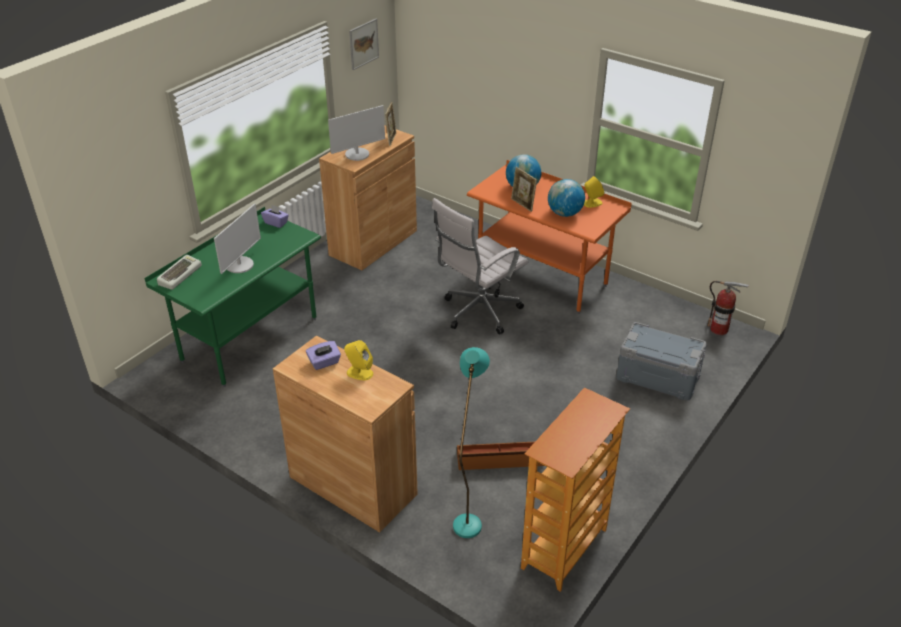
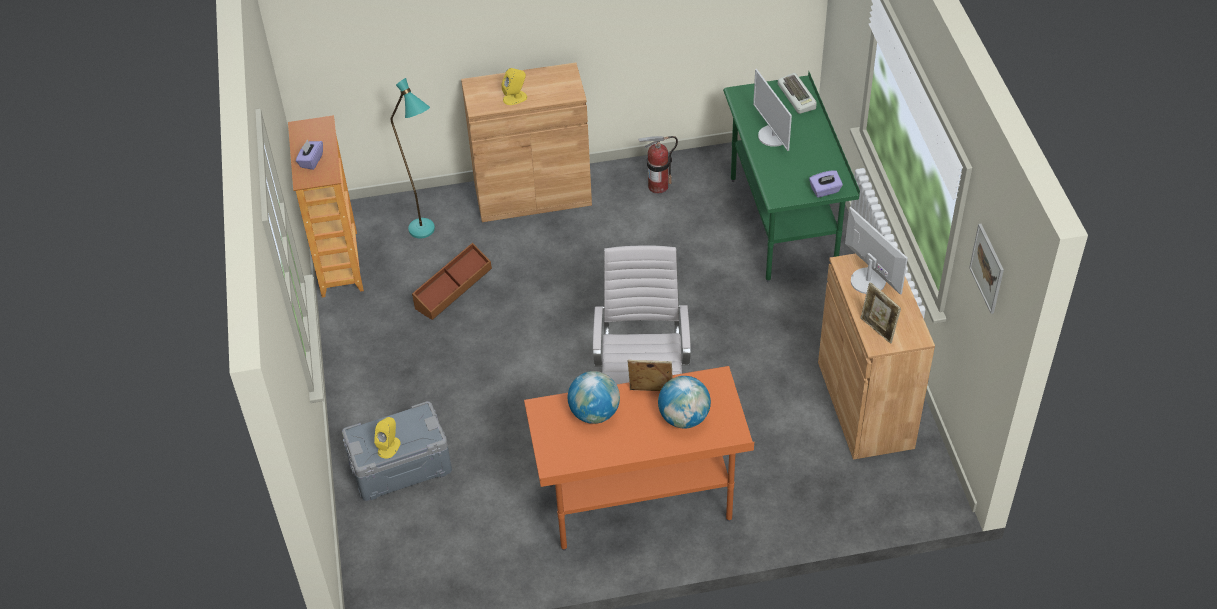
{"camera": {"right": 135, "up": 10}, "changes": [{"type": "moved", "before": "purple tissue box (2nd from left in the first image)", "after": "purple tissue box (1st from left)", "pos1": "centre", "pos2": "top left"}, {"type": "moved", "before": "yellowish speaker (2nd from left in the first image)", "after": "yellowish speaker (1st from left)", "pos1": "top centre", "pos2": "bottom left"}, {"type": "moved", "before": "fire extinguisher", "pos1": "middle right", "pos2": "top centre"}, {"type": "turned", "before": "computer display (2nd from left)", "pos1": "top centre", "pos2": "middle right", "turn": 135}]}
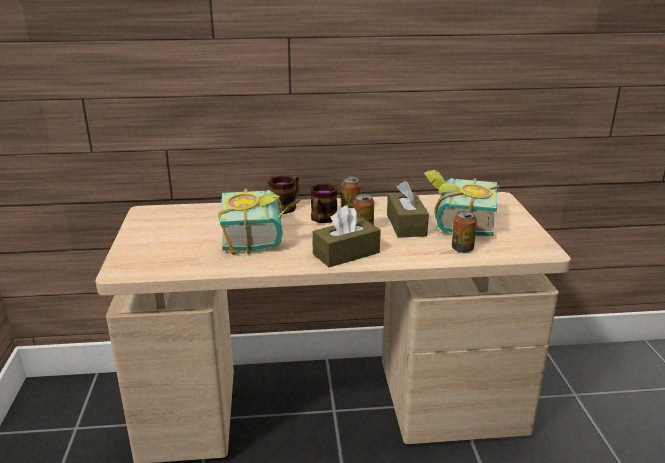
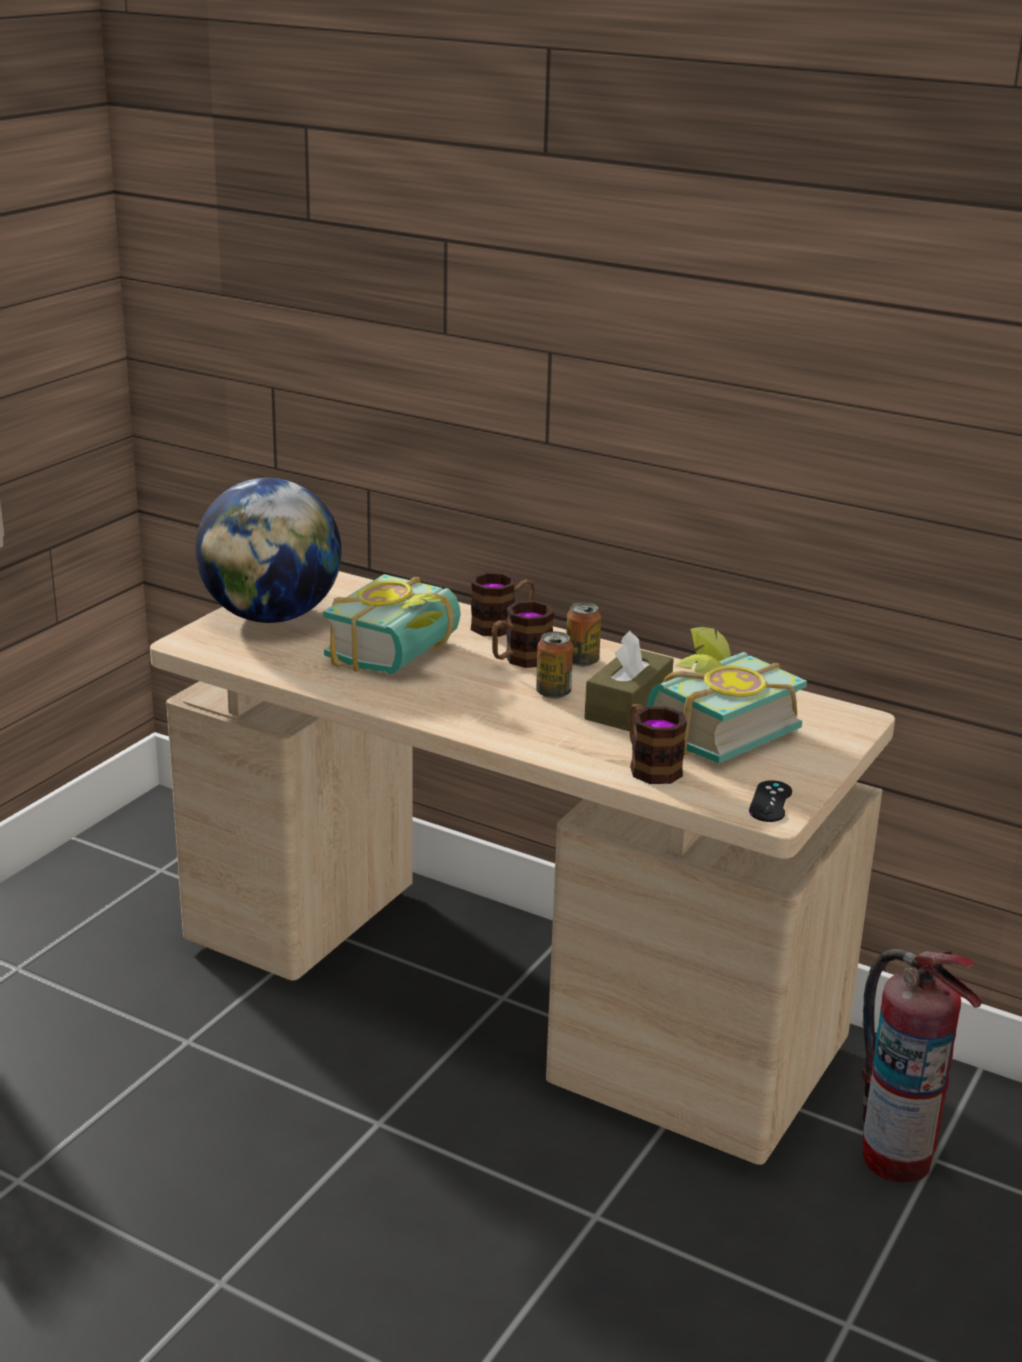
{"camera": {"right": 35, "up": 0}, "changes": [{"type": "removed", "before": "brownish tissue box (1st from left)", "pos1": "centre"}, {"type": "added", "after": "world globe", "pos2": "middle left"}, {"type": "added", "after": "blackish game controller", "pos2": "middle right"}, {"type": "added", "after": "fire extinguisher", "pos2": "bottom right"}, {"type": "replaced", "before": "can (3rd from left)", "after": "tea mug (3rd from left)", "pos1": "middle right", "pos2": "centre"}]}
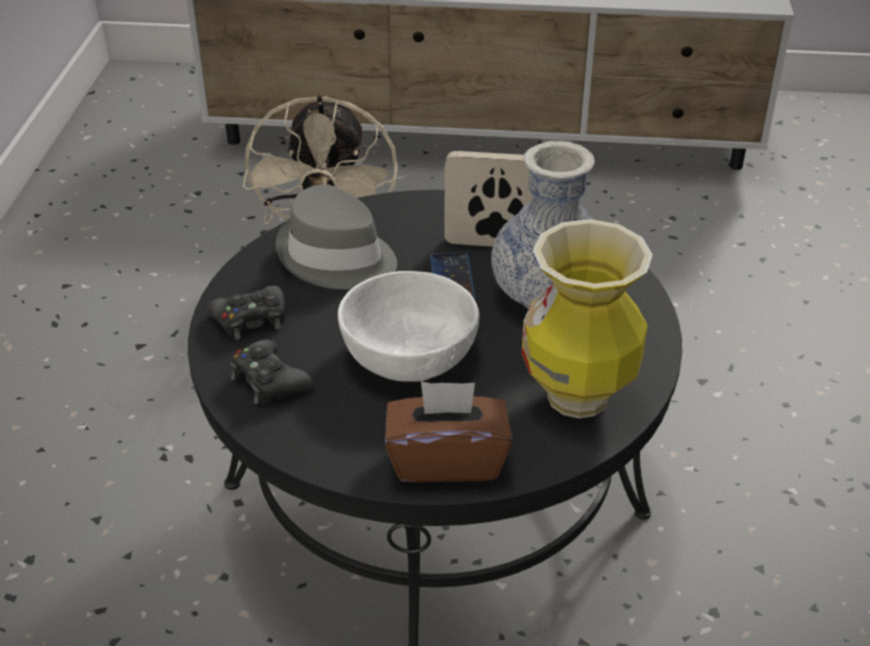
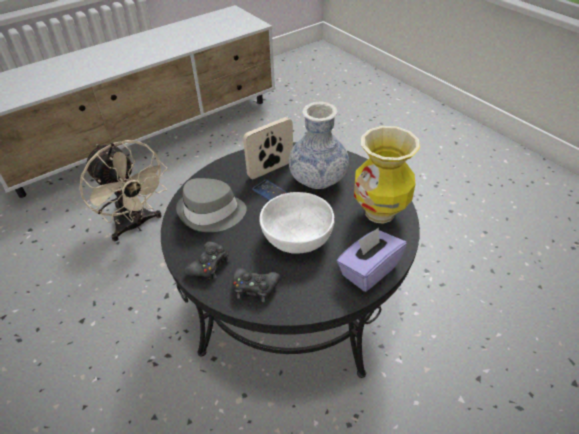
{"camera": {"right": -40, "up": 5}, "changes": [{"type": "recoloured", "before": "brownish tissue box", "after": "purple tissue box", "pos1": "bottom centre", "pos2": "centre"}]}
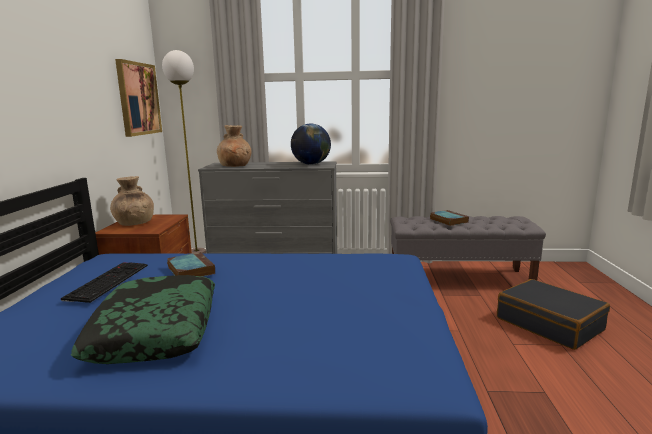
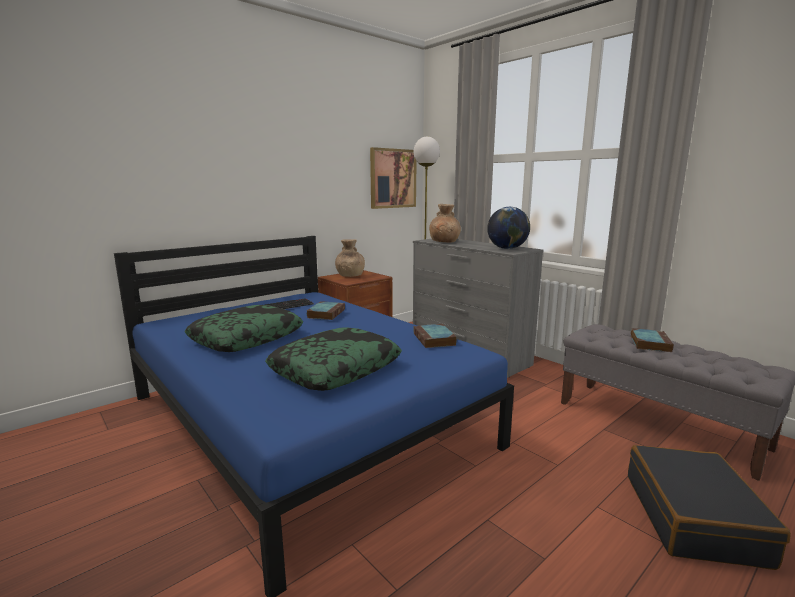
{"camera": {"right": 45, "up": 0}, "changes": [{"type": "added", "after": "pillow (2nd from left)", "pos2": "centre"}, {"type": "added", "after": "book (2nd from left)", "pos2": "centre"}]}
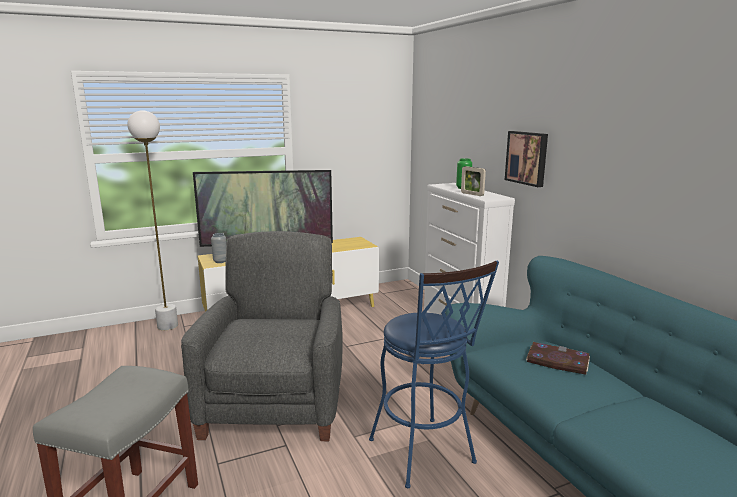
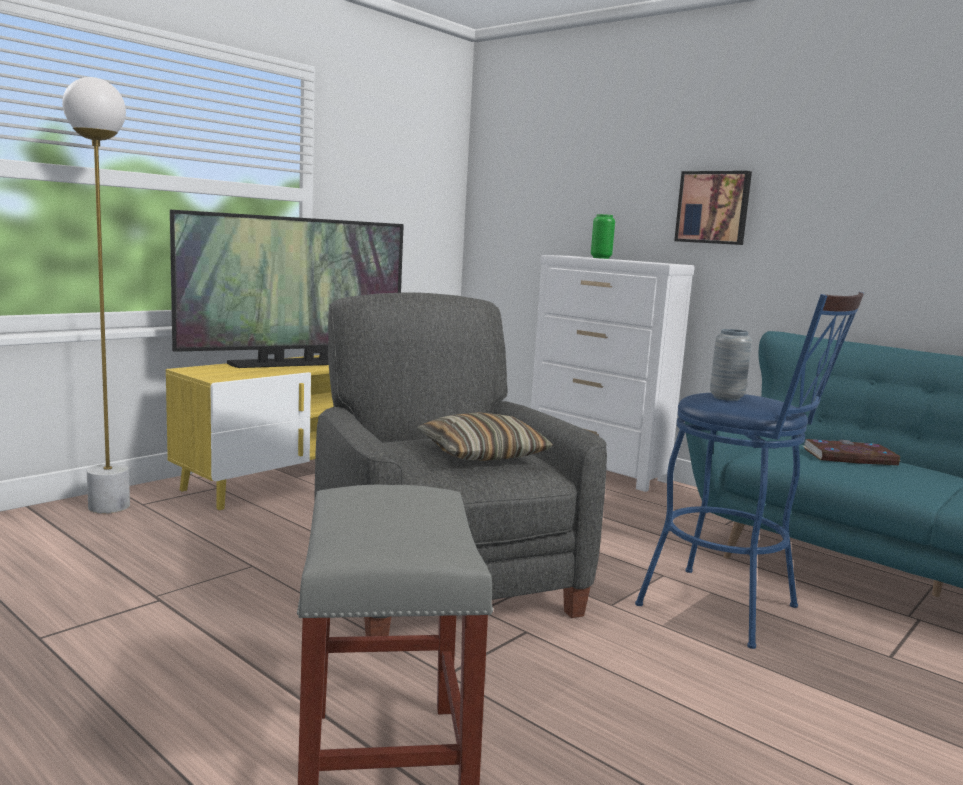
{"camera": {"right": -25, "up": -5}, "changes": [{"type": "removed", "before": "standing frame", "pos1": "centre"}, {"type": "added", "after": "pillow", "pos2": "centre"}, {"type": "moved", "before": "grey flower vase", "pos1": "middle left", "pos2": "middle right"}]}
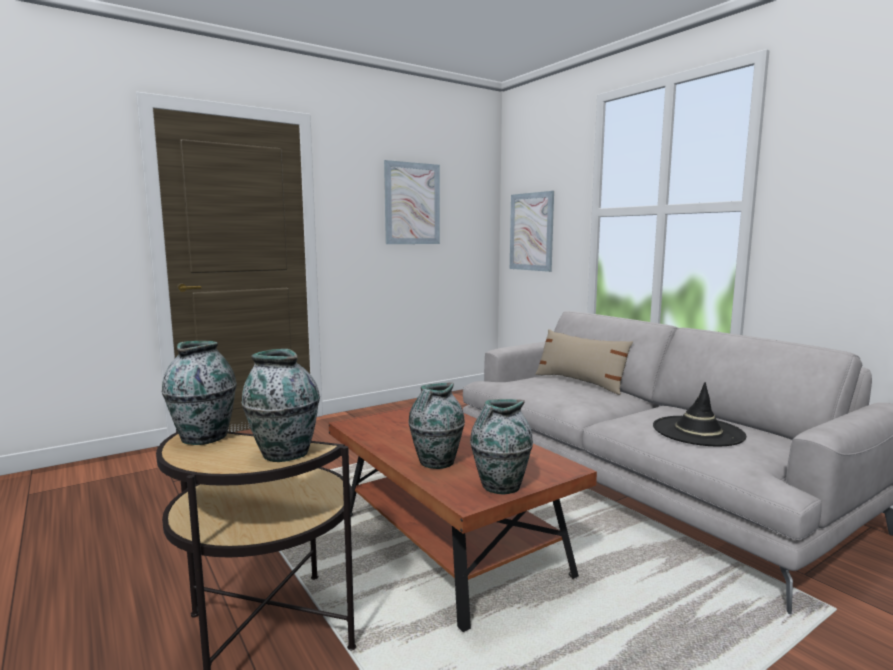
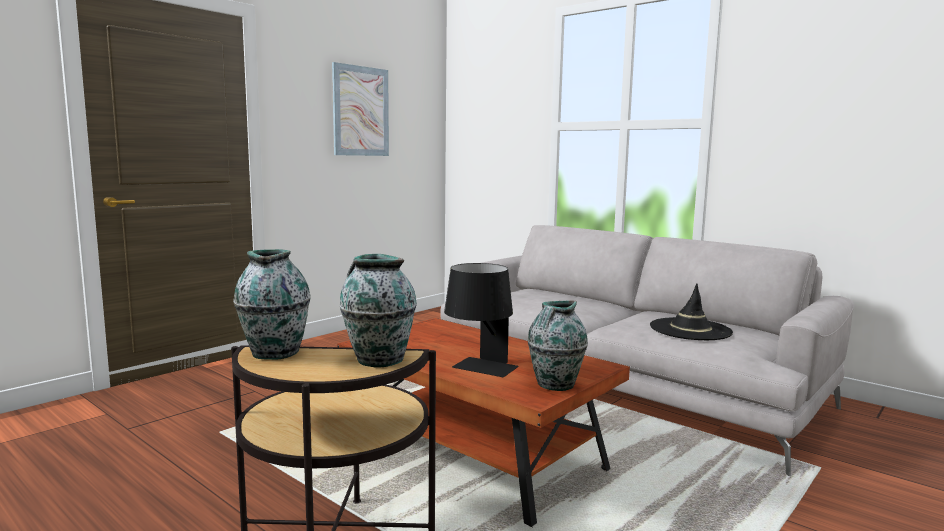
{"camera": {"right": -15, "up": 0}, "changes": [{"type": "removed", "before": "wall art (2nd from left)", "pos1": "centre"}, {"type": "removed", "before": "beige-coloured pillow", "pos1": "centre"}, {"type": "replaced", "before": "flower vase (3rd from left)", "after": "blackish table lamp", "pos1": "centre", "pos2": "centre"}]}
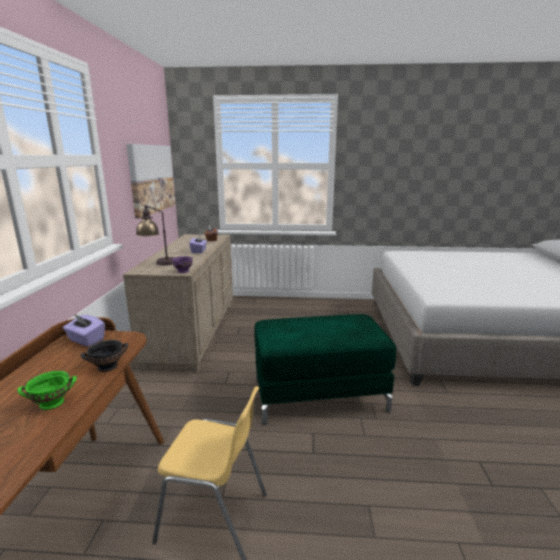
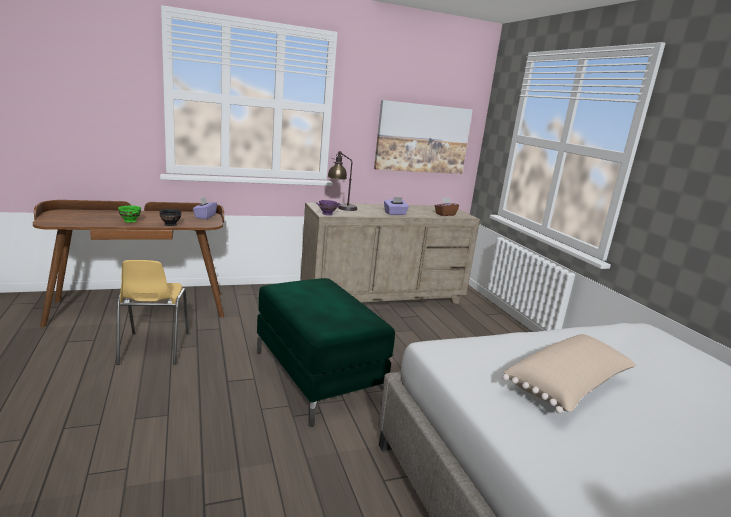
{"camera": {"right": 65, "up": 0}, "changes": [{"type": "added", "after": "beige-coloured pillow", "pos2": "bottom right"}]}
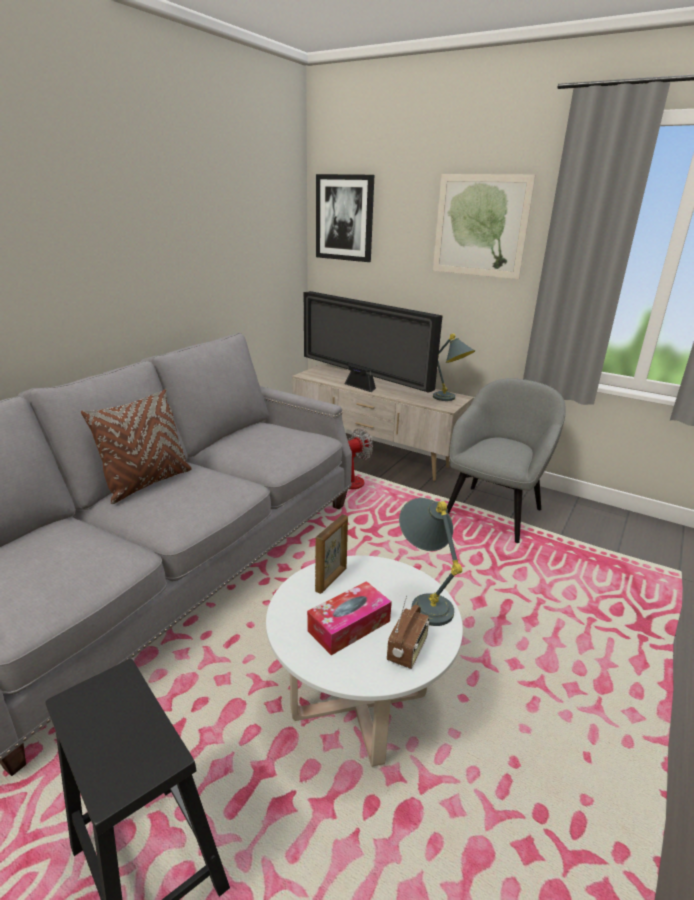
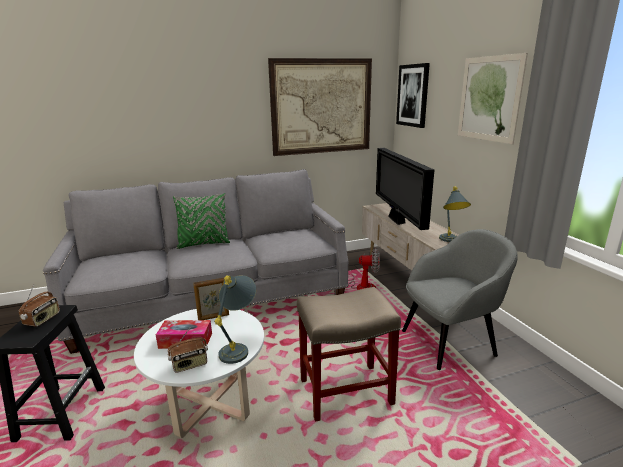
{"camera": {"right": 40, "up": -5}, "changes": [{"type": "added", "after": "radio (1st from left)", "pos2": "middle left"}, {"type": "added", "after": "wall art (1st from left)", "pos2": "top centre"}, {"type": "added", "after": "beige-coloured stool seat", "pos2": "bottom centre"}, {"type": "recoloured", "before": "brownish pillow", "after": "green pillow", "pos1": "middle left", "pos2": "middle left"}]}
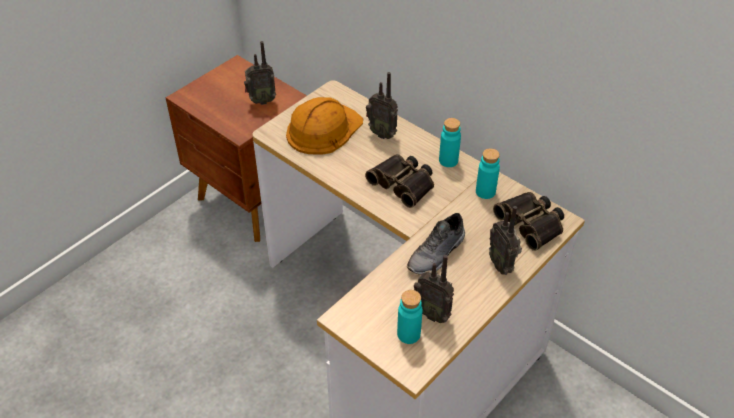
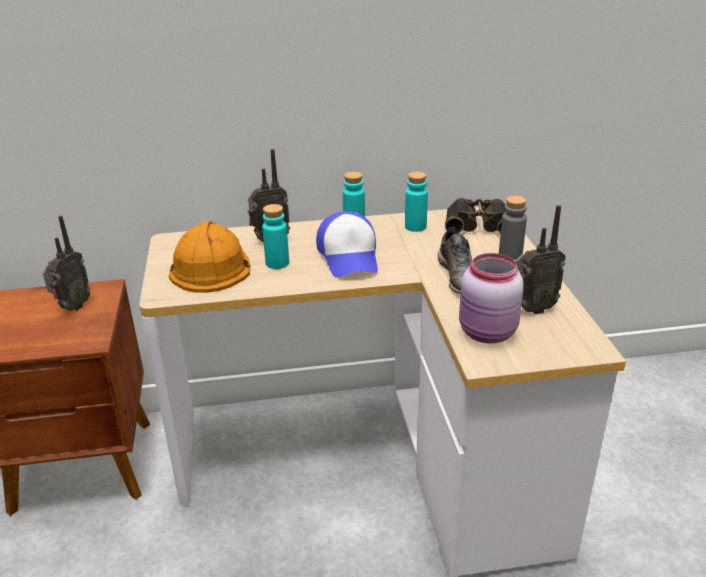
{"camera": {"right": -50, "up": -15}, "changes": [{"type": "added", "after": "pink storage jar", "pos2": "middle right"}, {"type": "moved", "before": "turquoise-coloured bottle (1st from left)", "pos1": "bottom centre", "pos2": "centre"}, {"type": "replaced", "before": "binoculars (1st from left)", "after": "cap", "pos1": "centre", "pos2": "centre"}, {"type": "replaced", "before": "radio (4th from left)", "after": "grey bottle", "pos1": "middle right", "pos2": "middle right"}]}
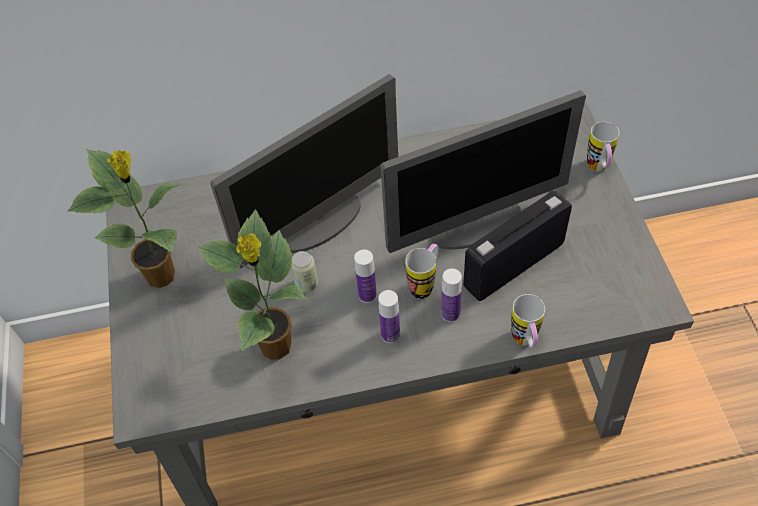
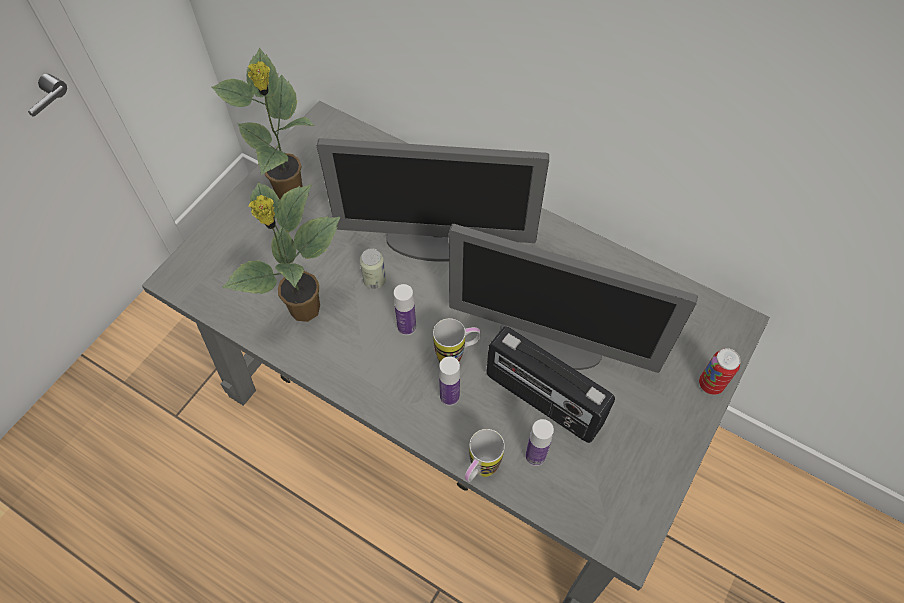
{"camera": {"right": 40, "up": 5}, "changes": [{"type": "moved", "before": "bottle (2nd from left in the first image)", "after": "bottle (3rd from left)", "pos1": "centre", "pos2": "bottom centre"}, {"type": "replaced", "before": "tea mug (3rd from left)", "after": "can (2nd from left)", "pos1": "top right", "pos2": "middle right"}, {"type": "turned", "before": "radio", "pos1": "middle right", "pos2": "centre", "turn": -150}]}
